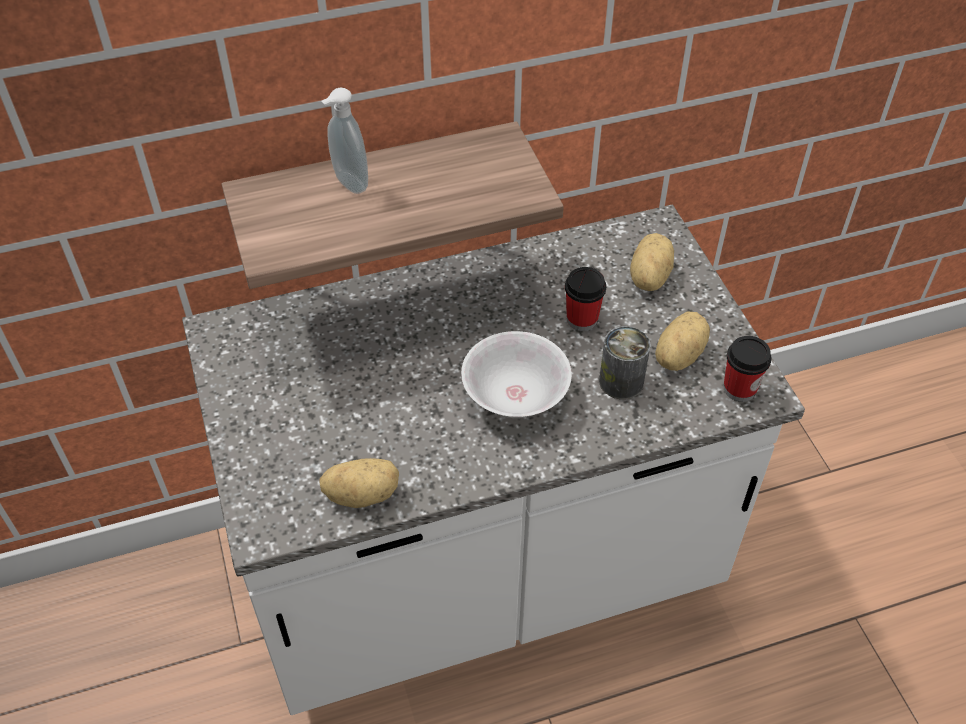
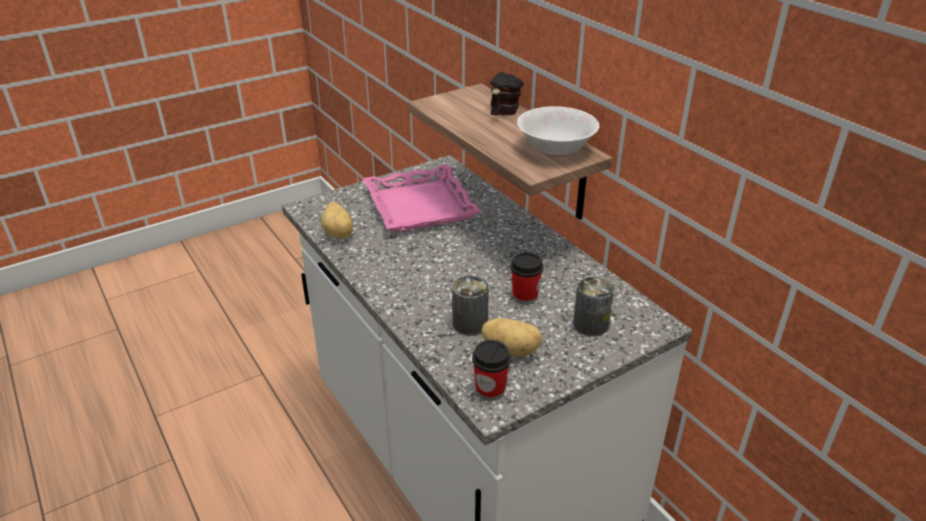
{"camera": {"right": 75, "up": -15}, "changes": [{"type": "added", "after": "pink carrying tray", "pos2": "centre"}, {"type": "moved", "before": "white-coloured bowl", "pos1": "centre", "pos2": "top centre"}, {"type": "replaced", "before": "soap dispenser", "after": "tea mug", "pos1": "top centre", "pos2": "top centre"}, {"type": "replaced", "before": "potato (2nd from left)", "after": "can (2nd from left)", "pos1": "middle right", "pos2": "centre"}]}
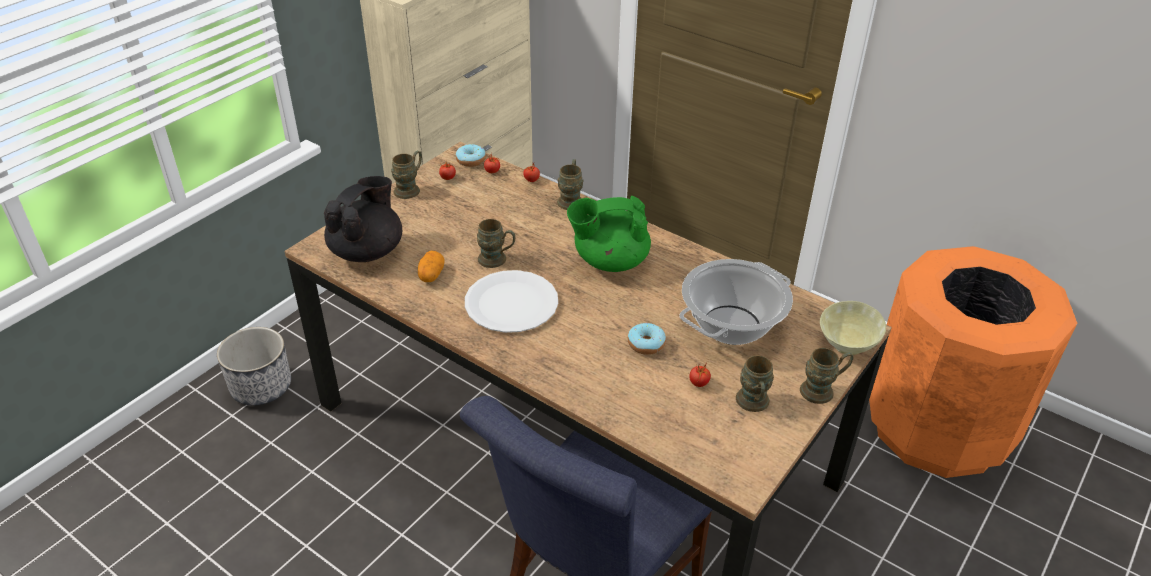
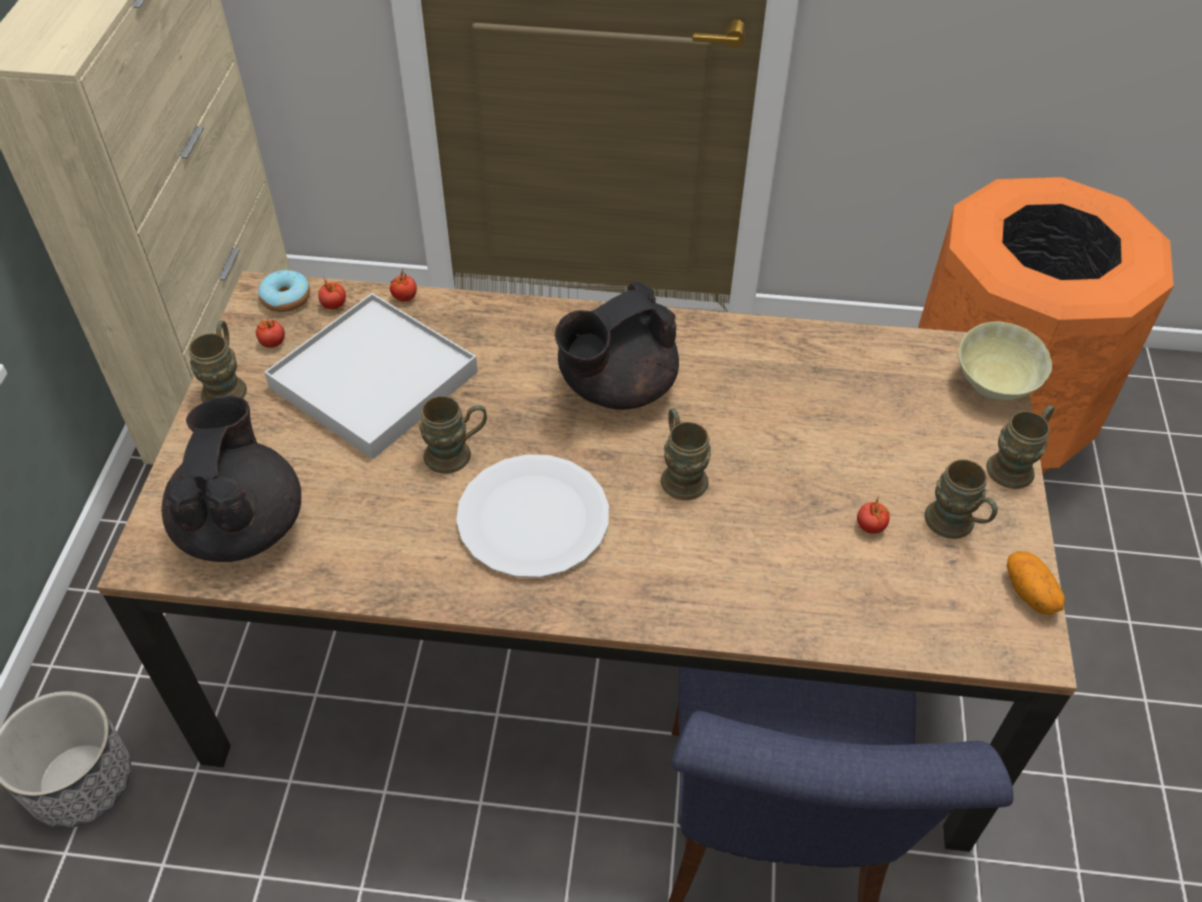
{"camera": {"right": -30, "up": 10}, "changes": [{"type": "removed", "before": "doughnut (2nd from left)", "pos1": "centre"}, {"type": "removed", "before": "cooking pot", "pos1": "centre"}, {"type": "added", "after": "white-coloured carrying tray", "pos2": "middle left"}, {"type": "moved", "before": "potato", "pos1": "centre", "pos2": "middle right"}, {"type": "moved", "before": "brownish tea mug (3rd from left)", "pos1": "top centre", "pos2": "centre"}, {"type": "recoloured", "before": "green pot for tea", "after": "blackish pot for tea (2nd from left)", "pos1": "centre", "pos2": "centre"}]}
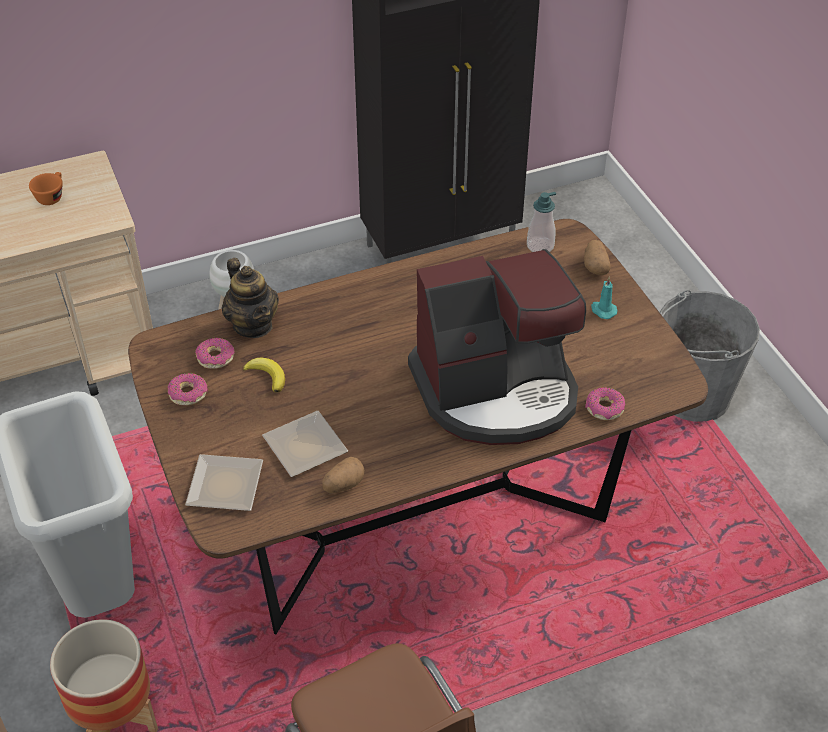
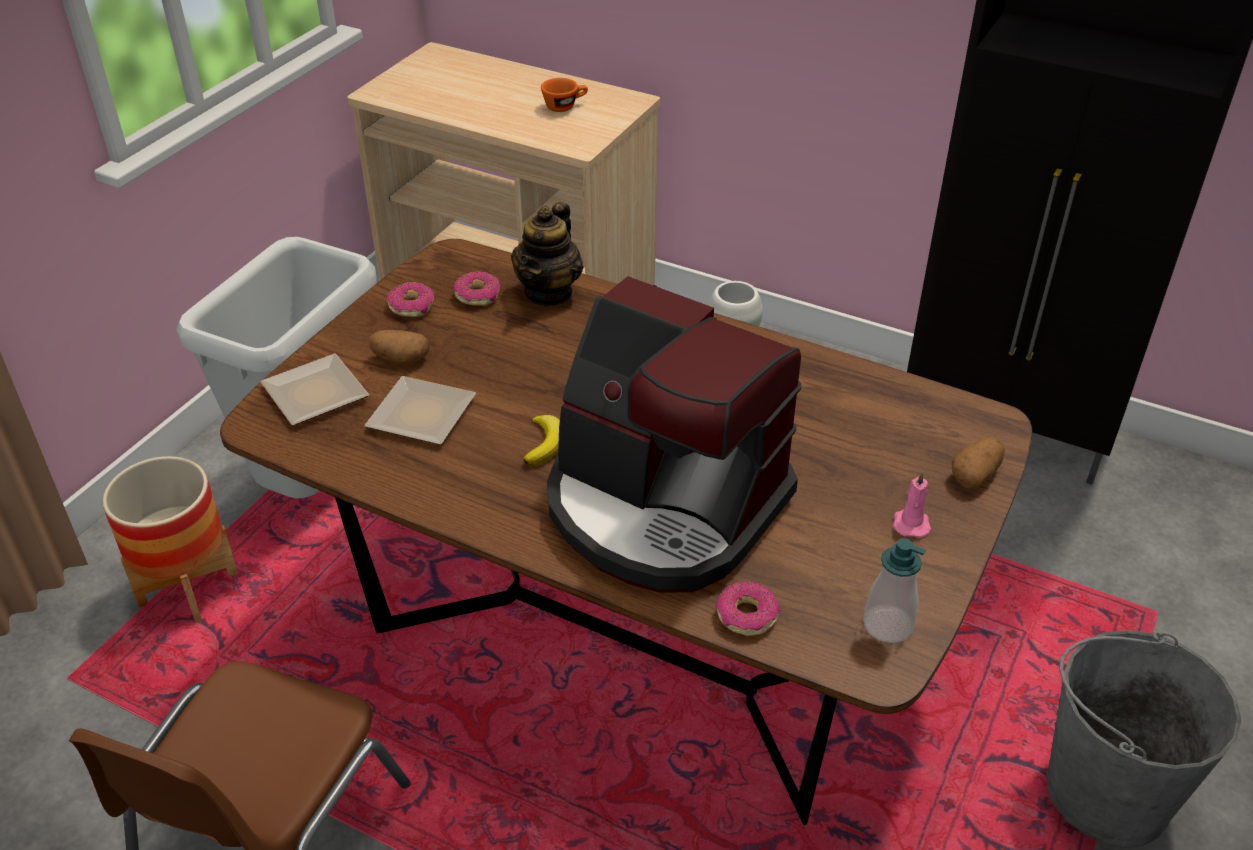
{"camera": {"right": 50, "up": -5}, "changes": [{"type": "moved", "before": "banana", "pos1": "middle left", "pos2": "centre"}, {"type": "moved", "before": "potato (1st from left)", "pos1": "centre", "pos2": "middle left"}, {"type": "moved", "before": "soap dispenser", "pos1": "top centre", "pos2": "bottom right"}, {"type": "recoloured", "before": "turquoise-coloured wax candle", "after": "pink wax candle", "pos1": "middle right", "pos2": "middle right"}]}
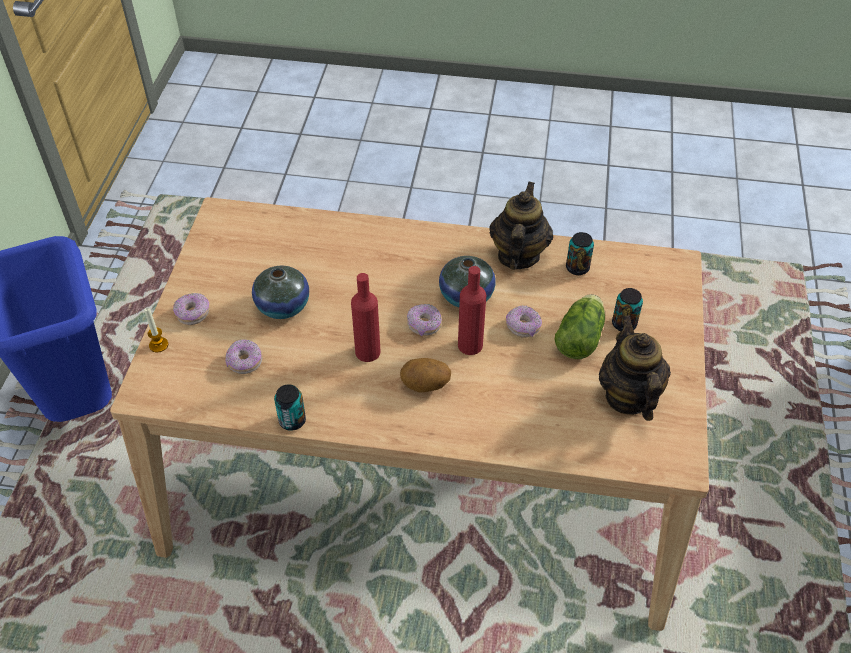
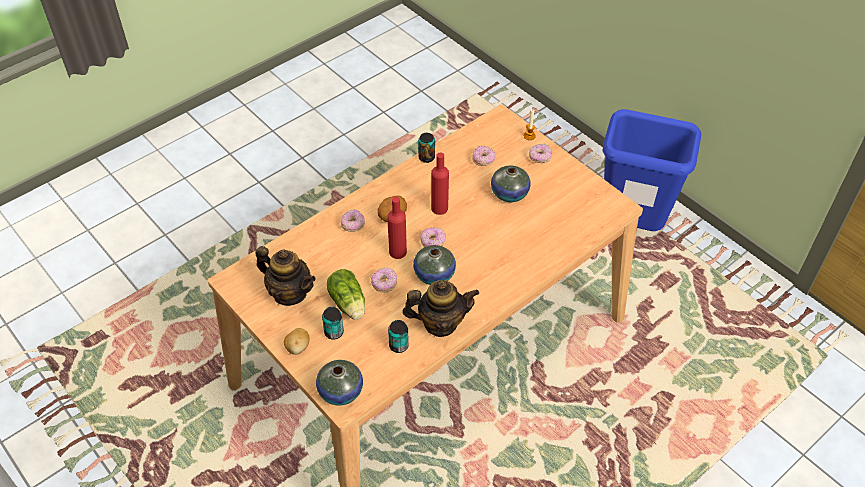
{"camera": {"right": 130, "up": 0}, "changes": [{"type": "added", "after": "potato (1st from left)", "pos2": "bottom centre"}, {"type": "added", "after": "flower vase (1st from left)", "pos2": "bottom centre"}, {"type": "added", "after": "doughnut (1st from left)", "pos2": "centre"}, {"type": "turned", "before": "pot for tea (1st from left in the first image)", "pos1": "centre", "pos2": "centre", "turn": -60}]}
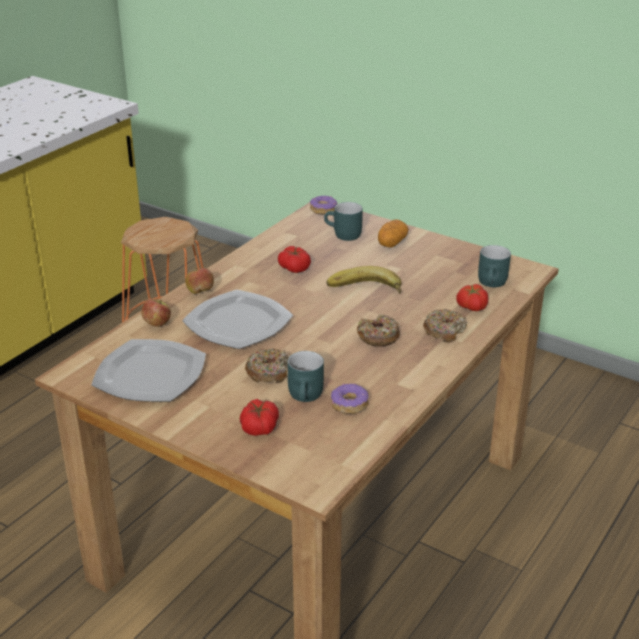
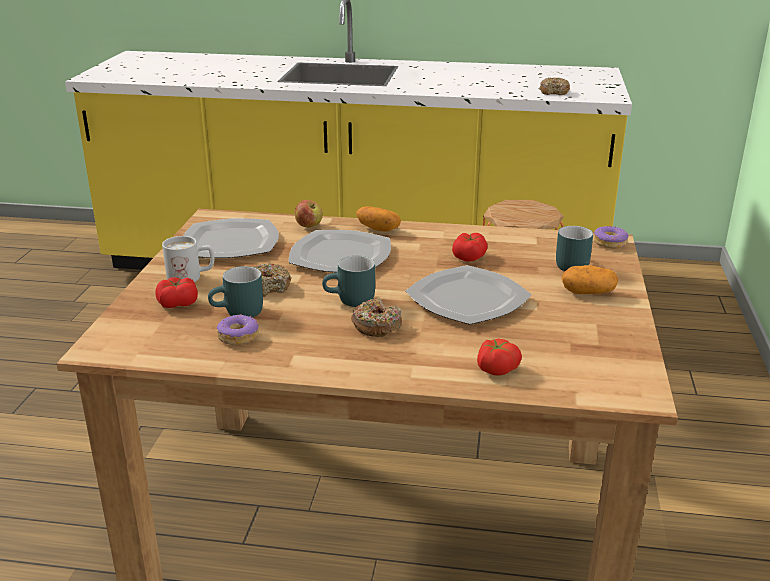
{"camera": {"right": 65, "up": -5}, "changes": [{"type": "added", "after": "white-coloured tea mug", "pos2": "middle left"}, {"type": "moved", "before": "doughnut (5th from left in the first image)", "after": "doughnut (4th from left)", "pos1": "middle right", "pos2": "top right"}, {"type": "moved", "before": "turquoise-coloured tea mug (3rd from left in the first image)", "after": "turquoise-coloured tea mug (2nd from left)", "pos1": "middle right", "pos2": "centre"}, {"type": "replaced", "before": "apple fruit (2nd from left)", "after": "potato (1st from left)", "pos1": "middle left", "pos2": "centre"}, {"type": "replaced", "before": "banana", "after": "plate (3rd from left)", "pos1": "centre", "pos2": "centre"}]}
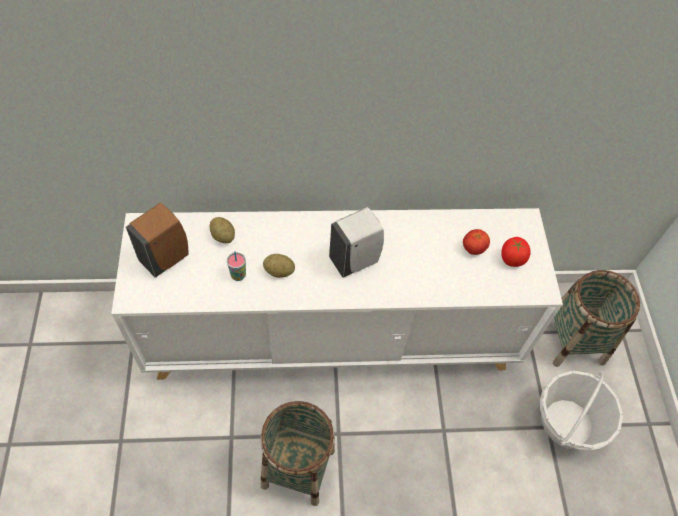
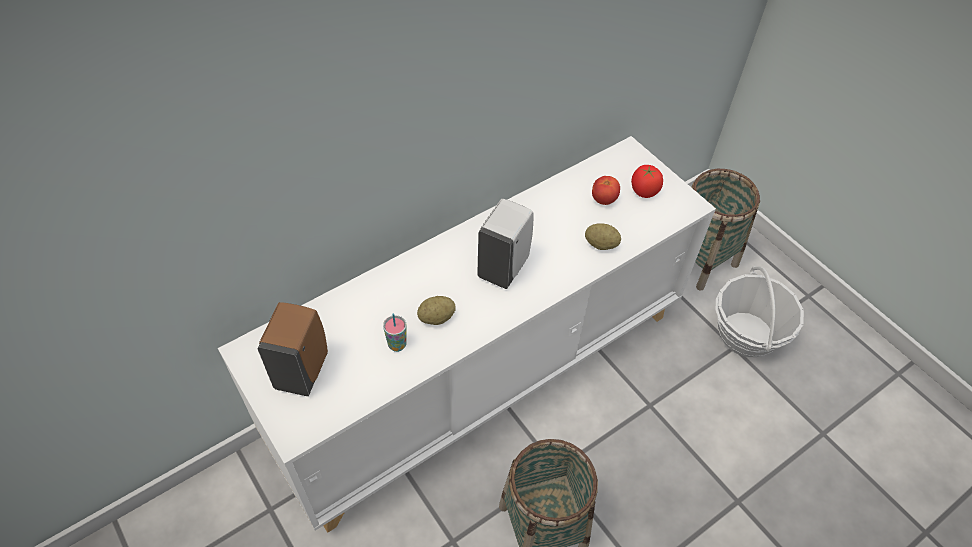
{"camera": {"right": -30, "up": -5}, "changes": [{"type": "moved", "before": "potato (1st from left in the first image)", "after": "potato (2nd from left)", "pos1": "middle left", "pos2": "centre"}]}
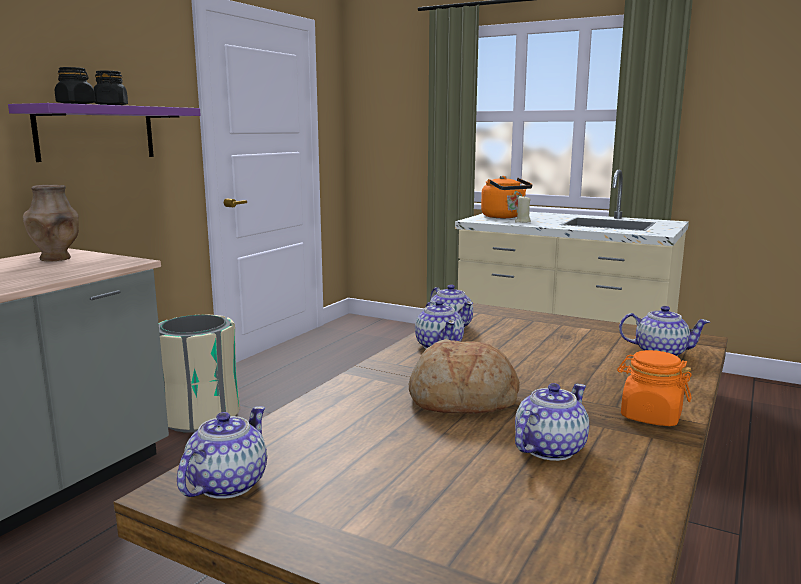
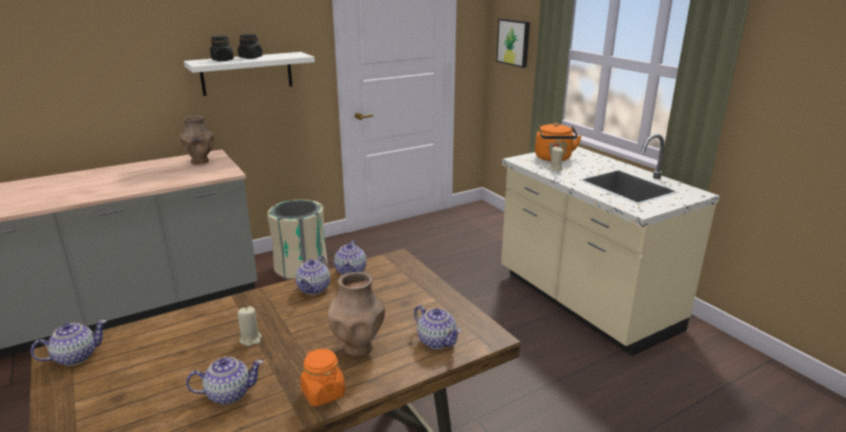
{"camera": {"right": 30, "up": 10}, "changes": [{"type": "added", "after": "brownish flower vase (2nd from left)", "pos2": "bottom centre"}, {"type": "added", "after": "wall art", "pos2": "top centre"}, {"type": "replaced", "before": "baked bread", "after": "beige-coloured wax candle (1st from left)", "pos1": "centre", "pos2": "bottom left"}, {"type": "recoloured", "before": "purple shelf", "after": "white-coloured shelf", "pos1": "top left", "pos2": "top left"}]}
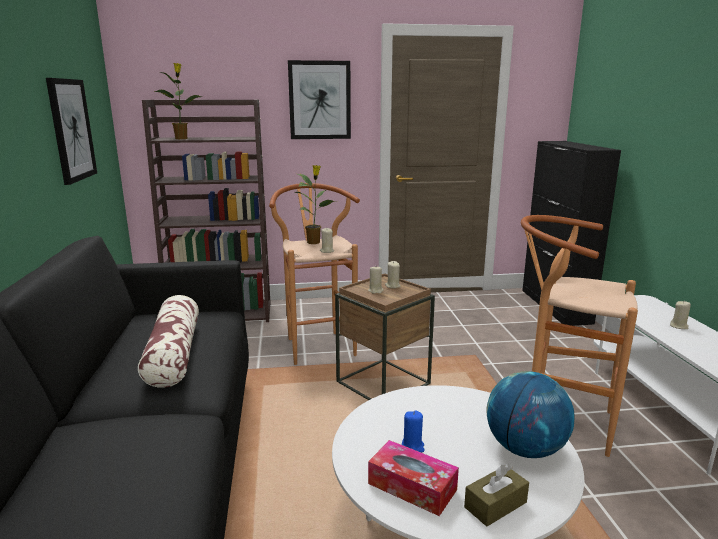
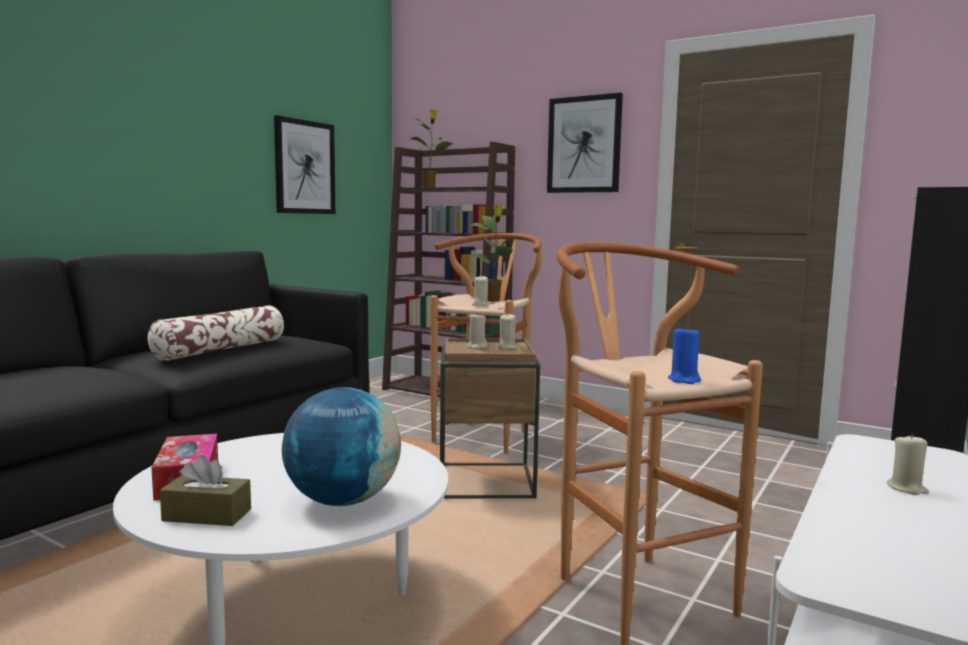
{"camera": {"right": 40, "up": -10}, "changes": [{"type": "moved", "before": "bluish wax candle", "pos1": "bottom centre", "pos2": "middle right"}]}
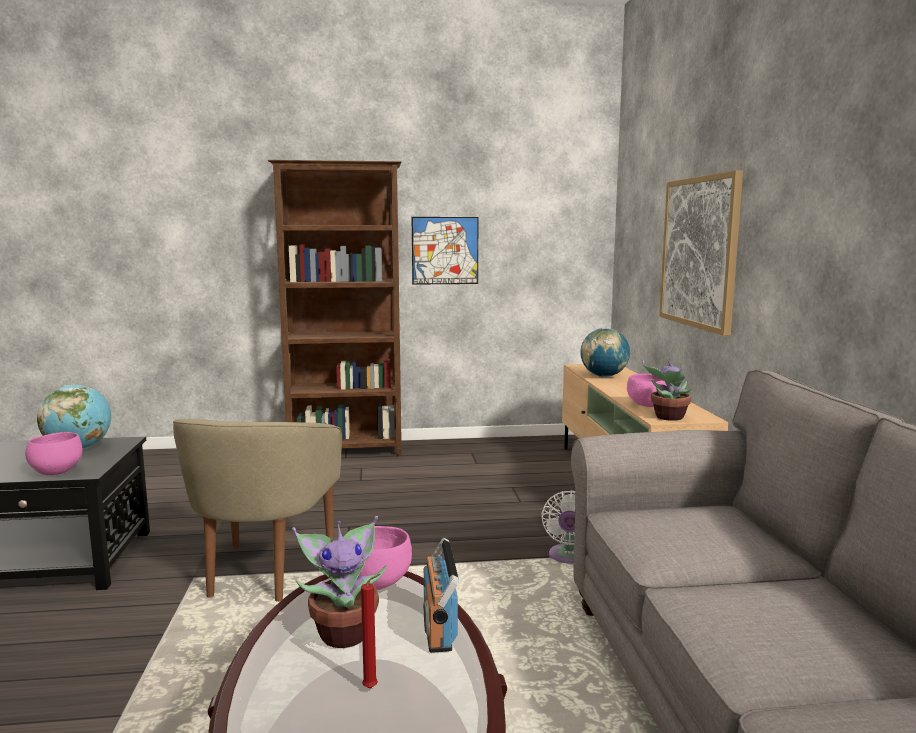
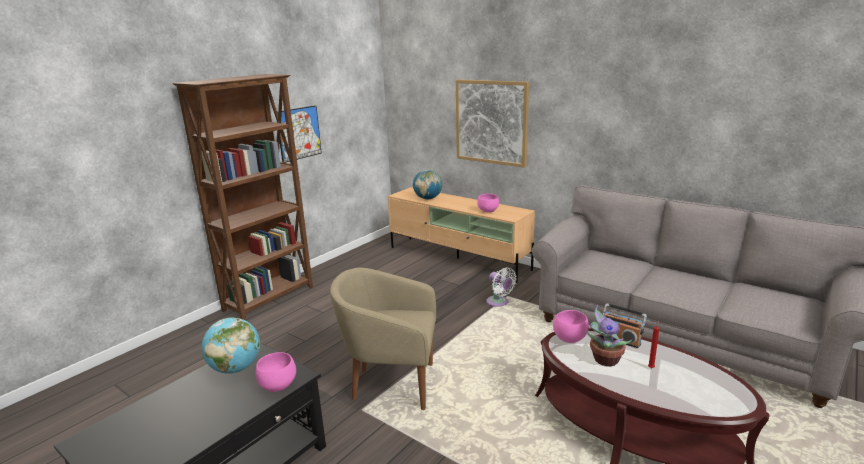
{"camera": {"right": -45, "up": 10}, "changes": [{"type": "removed", "before": "houseplant (2nd from left)", "pos1": "middle right"}, {"type": "turned", "before": "beige-coloured lounge chair", "pos1": "bottom left", "pos2": "bottom centre", "turn": 135}]}
